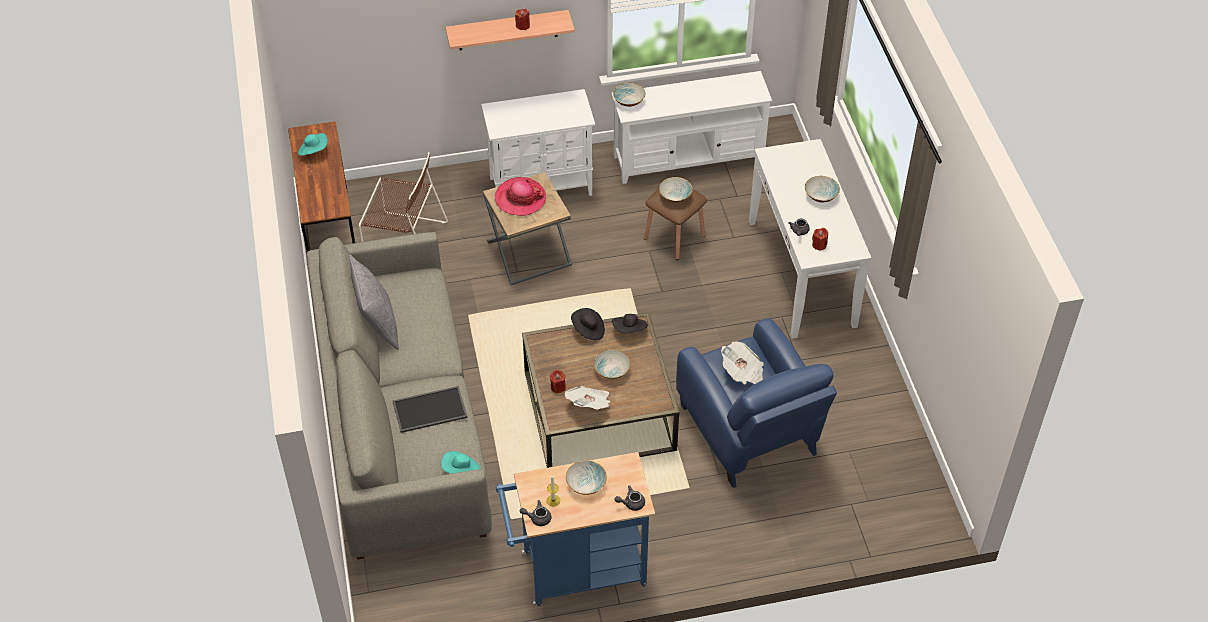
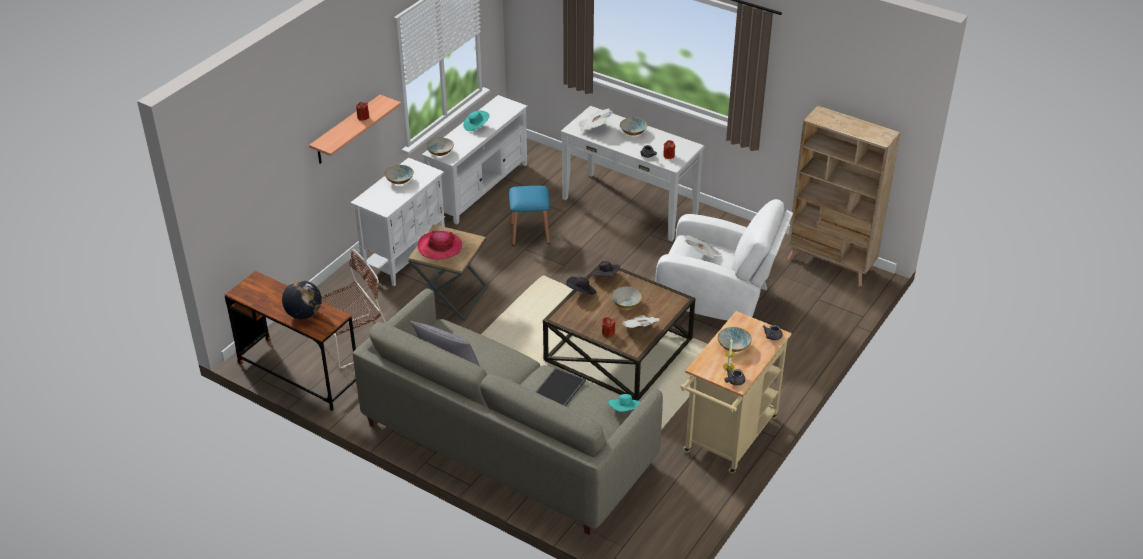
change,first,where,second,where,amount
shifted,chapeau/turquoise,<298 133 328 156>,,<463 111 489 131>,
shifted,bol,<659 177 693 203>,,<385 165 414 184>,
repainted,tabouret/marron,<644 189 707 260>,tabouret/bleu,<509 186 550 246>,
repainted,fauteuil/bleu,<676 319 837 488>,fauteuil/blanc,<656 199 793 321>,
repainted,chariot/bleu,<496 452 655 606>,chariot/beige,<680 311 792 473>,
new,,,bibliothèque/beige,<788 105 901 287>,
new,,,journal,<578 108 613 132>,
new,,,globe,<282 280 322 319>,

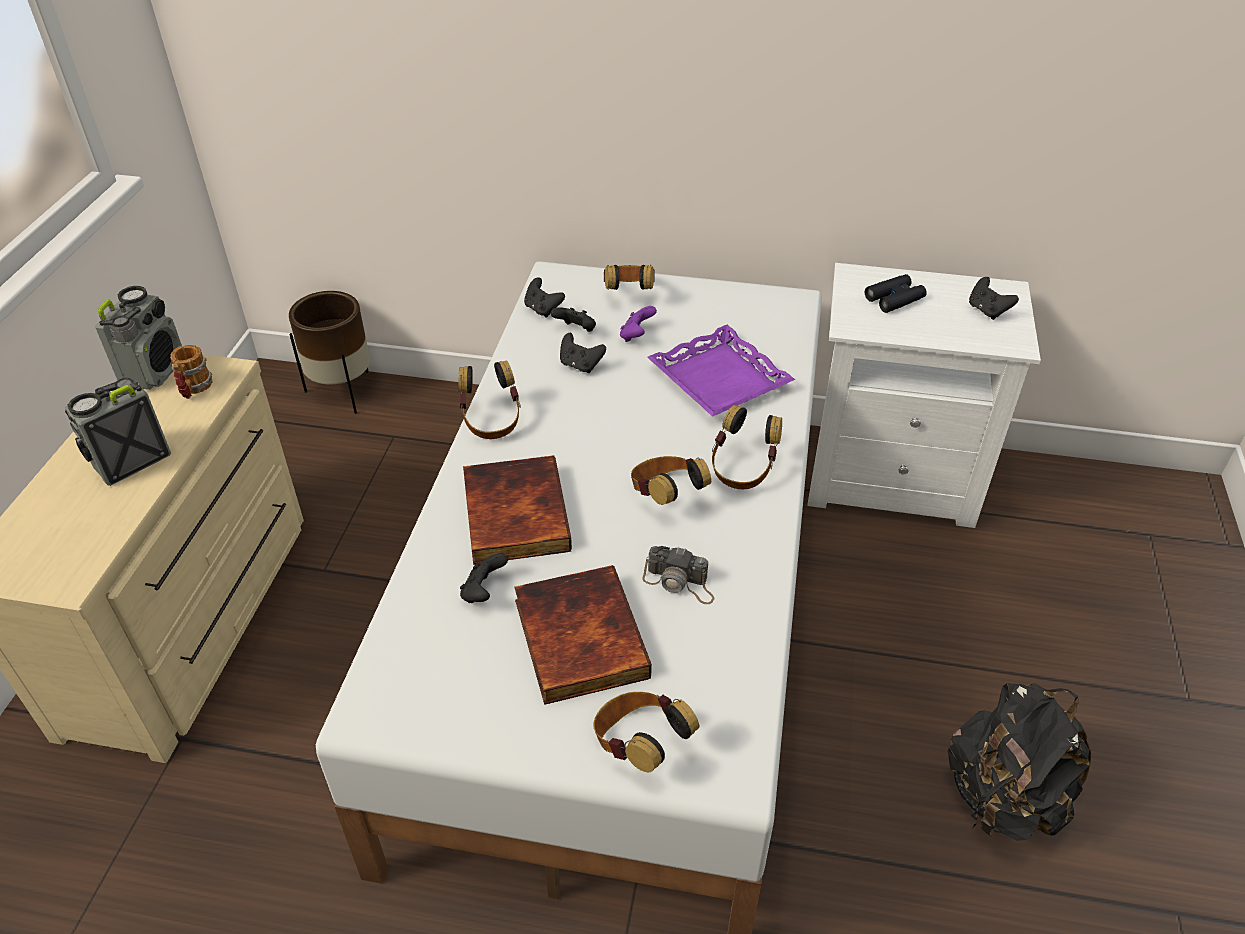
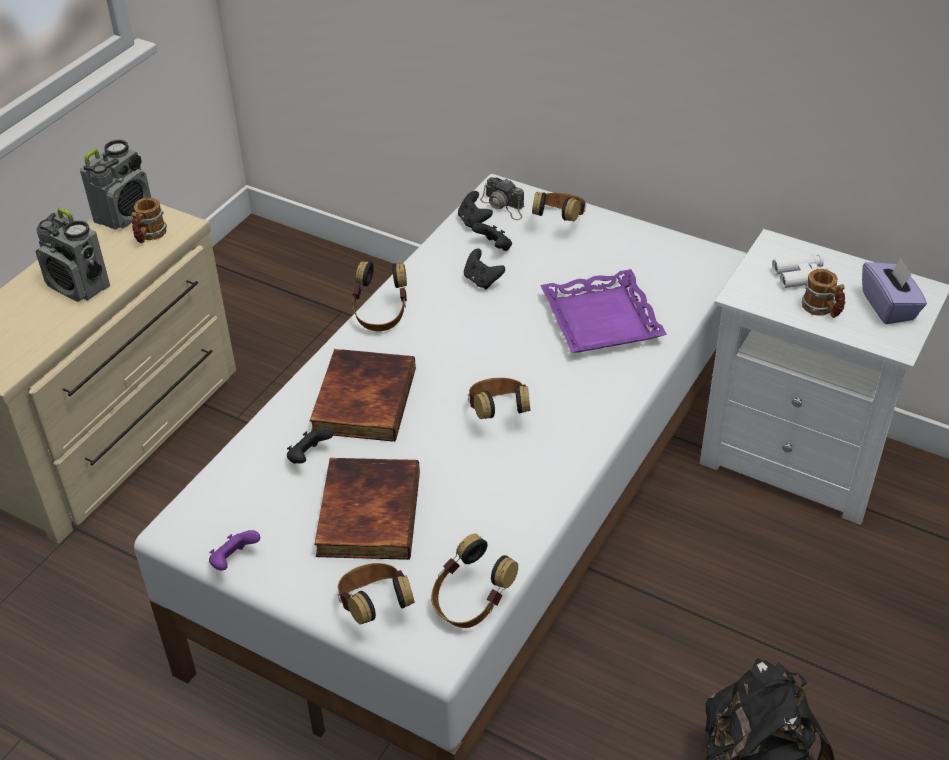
change,first,where,second,where,amount
repainted,jumelles/noir,<865 274 927 313>,jumelles/blanc,<772 254 832 288>,
swapped,manette/noir,<969 277 1019 320>,boîte à mouchoirs/violet,<862 258 927 324>,
gone,cache-pot/marron,<289 291 370 414>,,,
shifted,manette/violet,<620 306 657 342>,,<209 530 260 571>,
rotated,radio,<65 378 171 486>,,<36 207 110 302>,120 degrees counterclockwise
shifted,casque audio,<712 405 782 489>,,<431 534 518 628>,
shifted,appareil photo,<642 546 714 604>,,<480 177 524 220>,
new,,,mug,<802 269 845 318>,

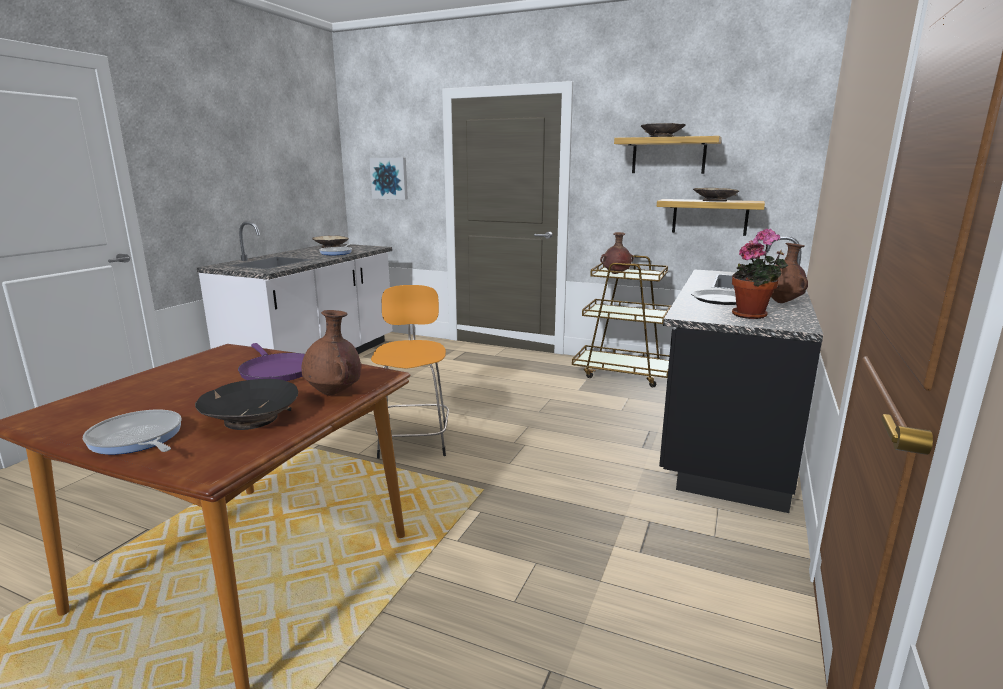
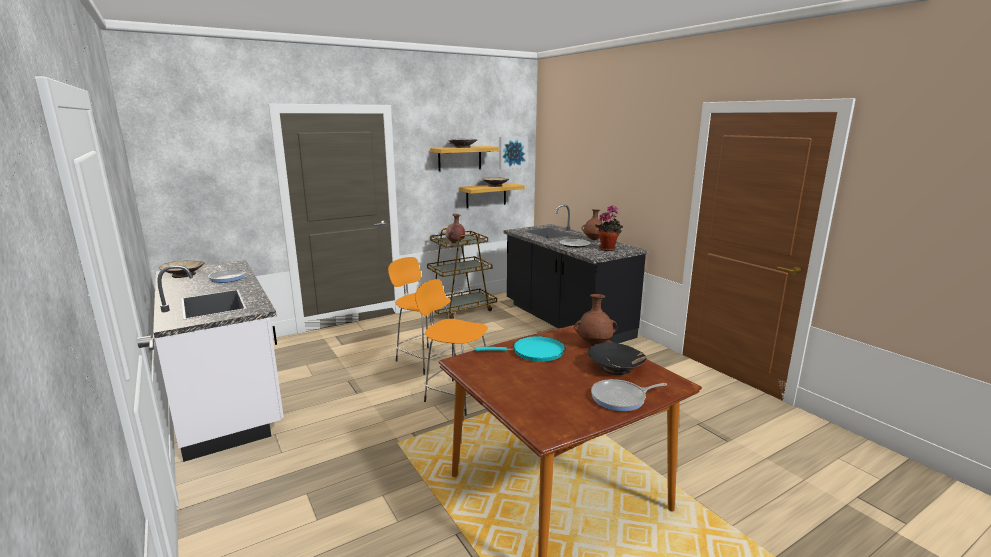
change,first,where,second,where,amount
shifted,tableau,<369 158 408 200>,,<499 136 528 170>,
repainted,poêle/violet,<238 343 305 381>,poêle/turquoise,<475 336 565 362>,
new,,,tabouret/orange,<388 257 456 375>,

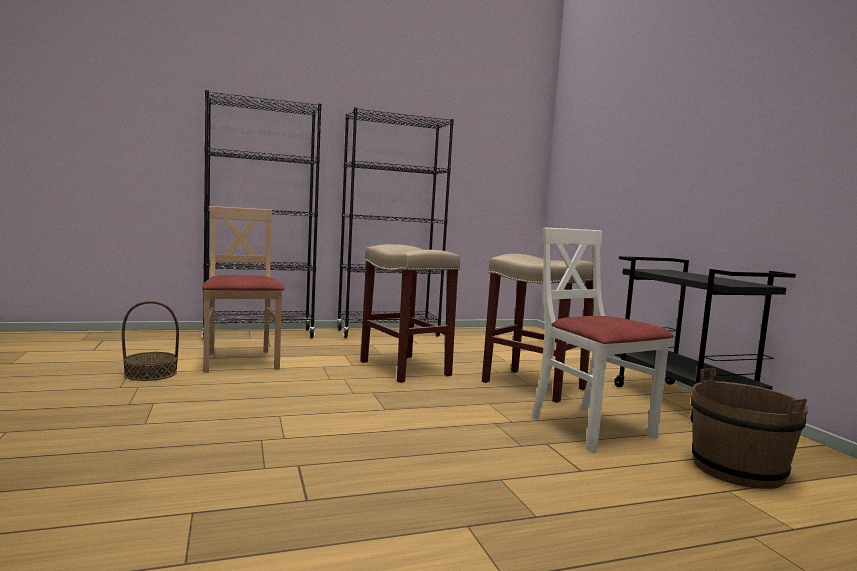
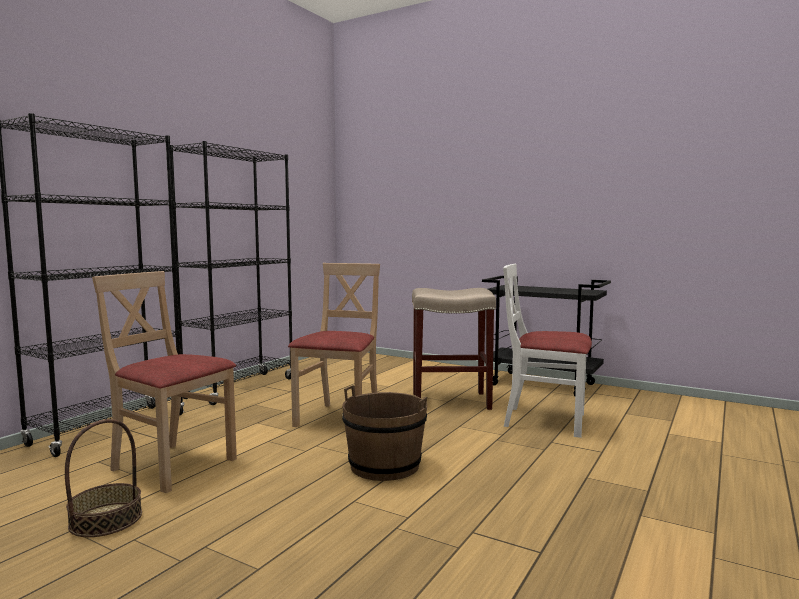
change,first,where,second,where,amount
swapped,tabouret/beige,<360 244 460 383>,chaise/beige,<288 263 380 427>,
shifted,seau/marron,<691 368 809 489>,,<342 385 427 481>,

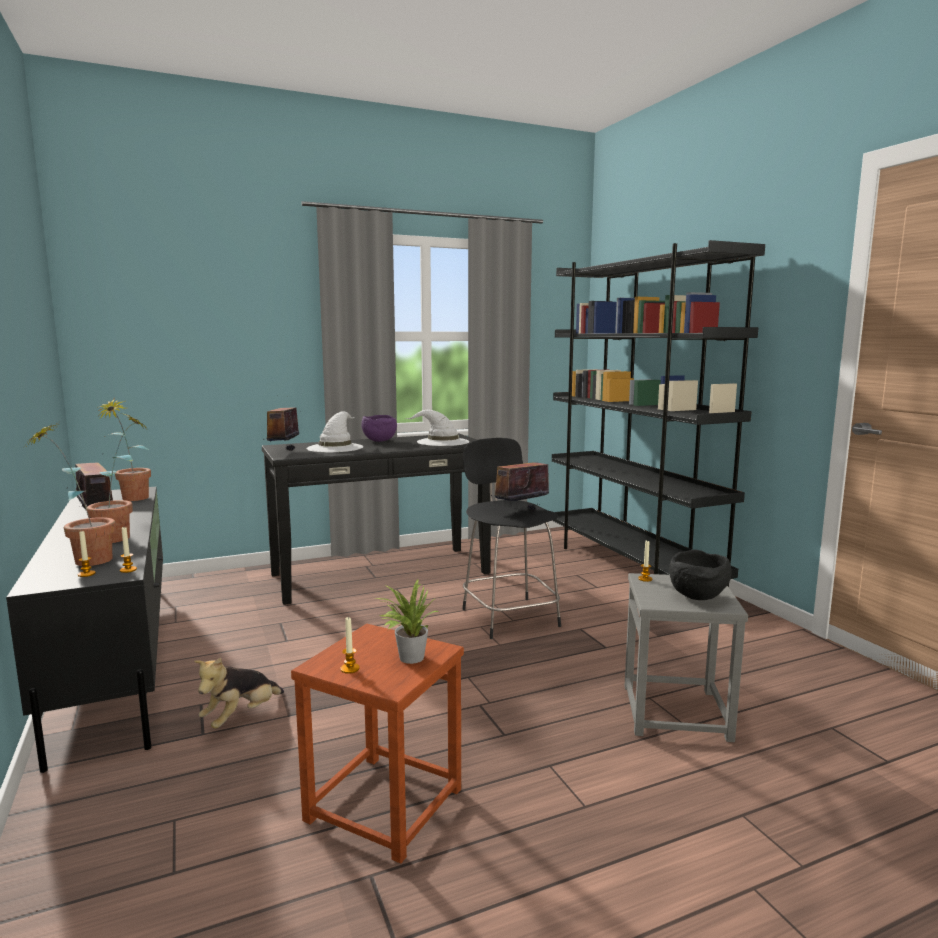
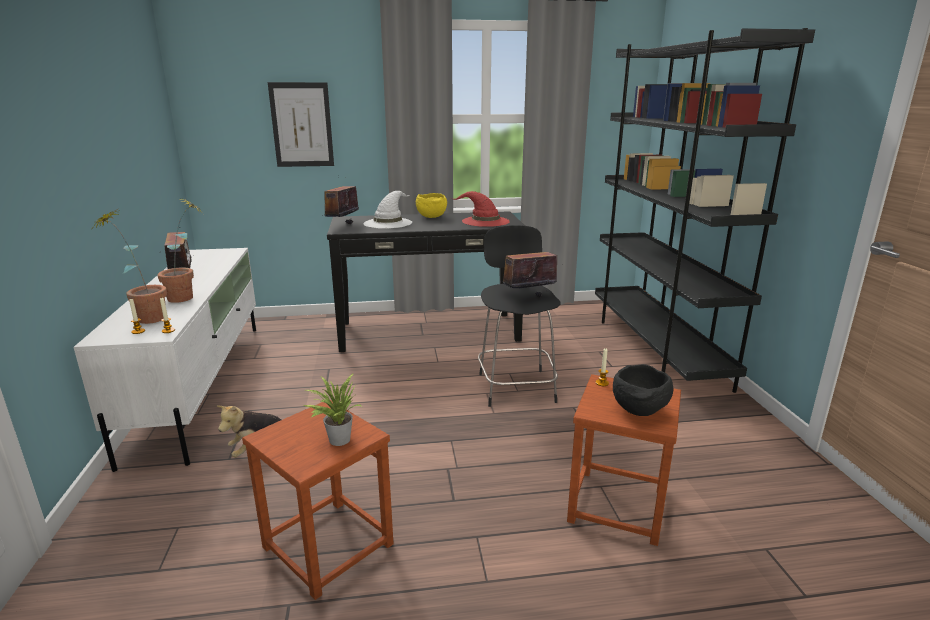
change,first,where,second,where,amount
gone,plante en pot,<99 398 151 501>,,,
repainted,chapeau/blanc,<406 410 470 446>,chapeau/rouge,<451 191 510 227>,
repainted,bol/violet,<361 415 397 442>,bol/jaune,<416 193 447 218>,
repainted,meuble télé/noir,<6 487 163 773>,meuble télé/blanc,<73 248 256 472>,
repainted,tabouret/gris,<625 573 748 742>,tabouret/marron,<567 374 681 546>,
gone,bougie,<340 617 360 674>,,,
new,,,tableau,<268 82 334 167>,

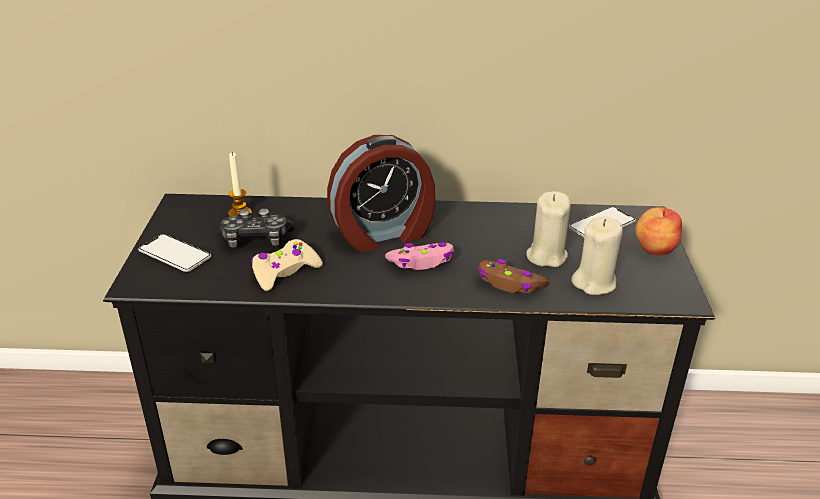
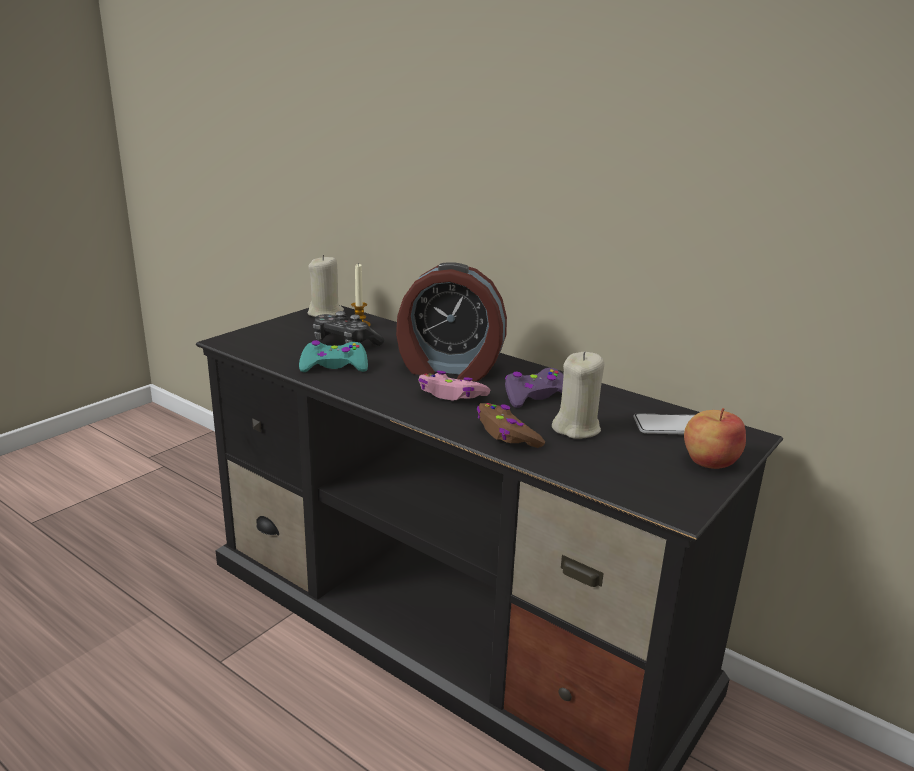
change,first,where,second,where,amount
shifted,bougie/beige,<571 217 623 295>,,<307 255 344 317>,
gone,téléphone,<138 234 211 272>,,,
repainted,manette/beige,<251 239 323 291>,manette/turquoise,<299 340 368 372>,
new,,,manette/violet,<505 368 563 408>,

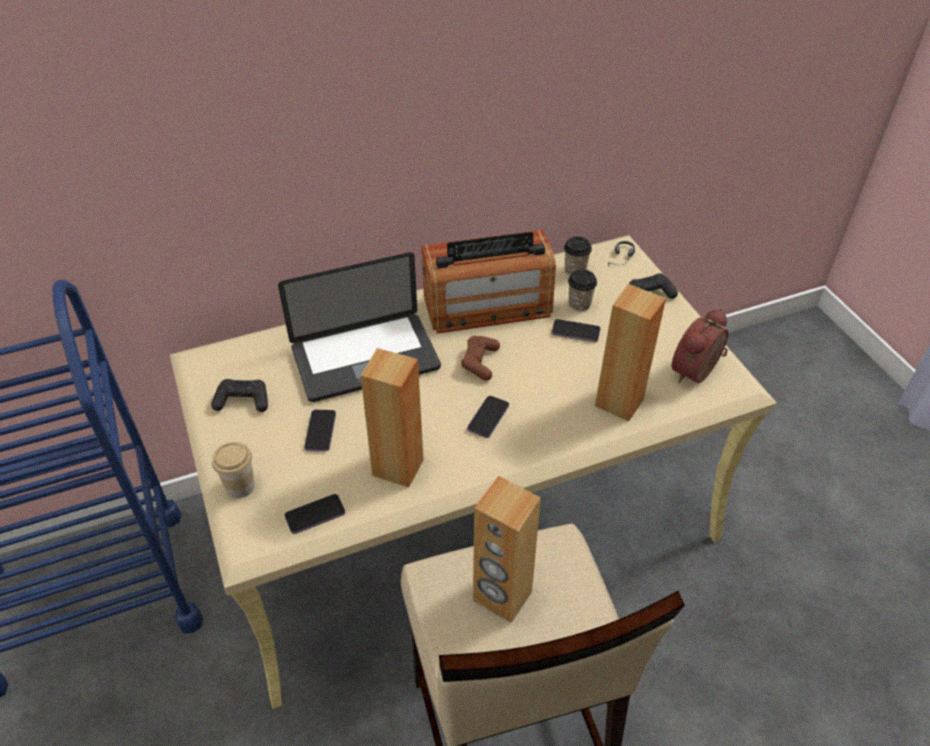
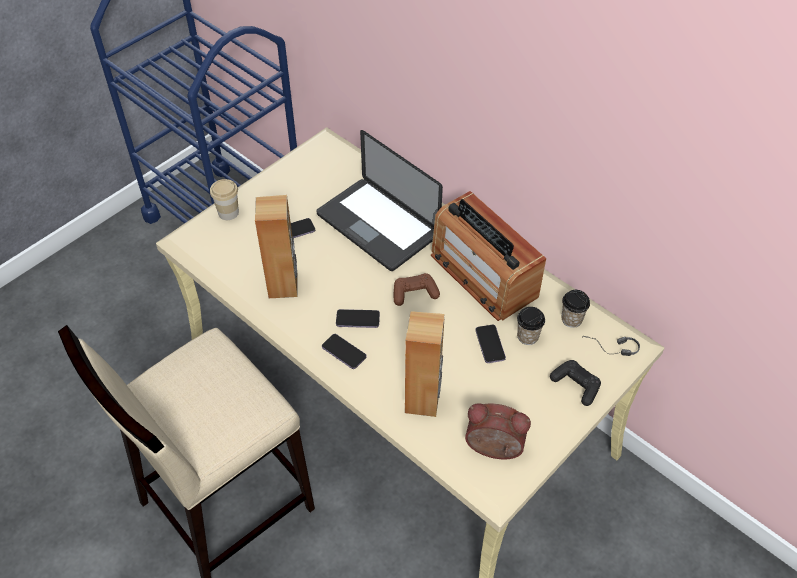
change,first,where,second,where,amount
gone,manette/noir,<211 379 268 412>,,,
gone,enceinte/marron,<473 476 541 623>,,,
shifted,téléphone,<284 494 345 534>,,<322 334 367 369>,

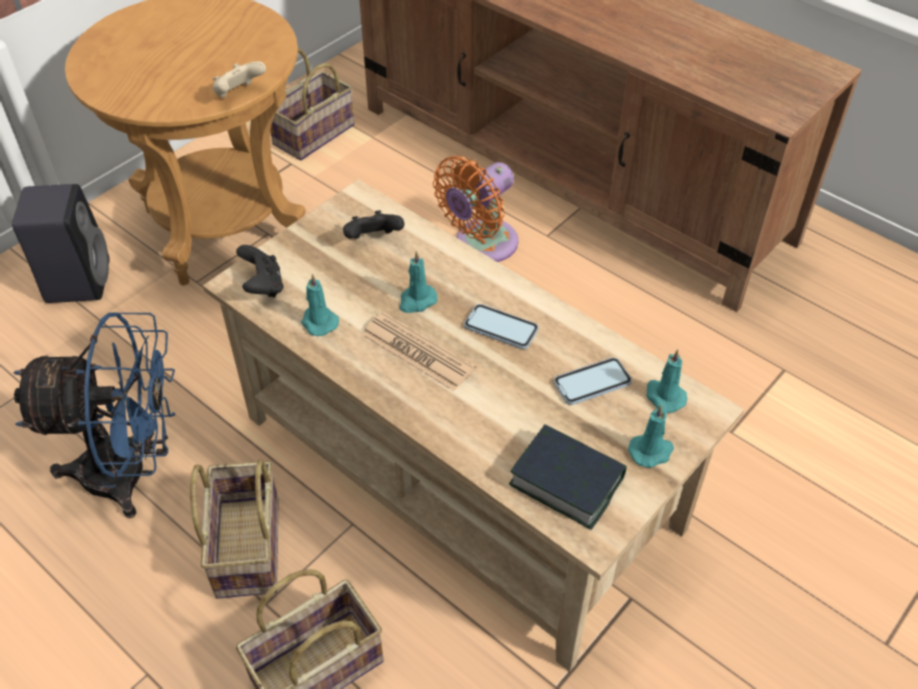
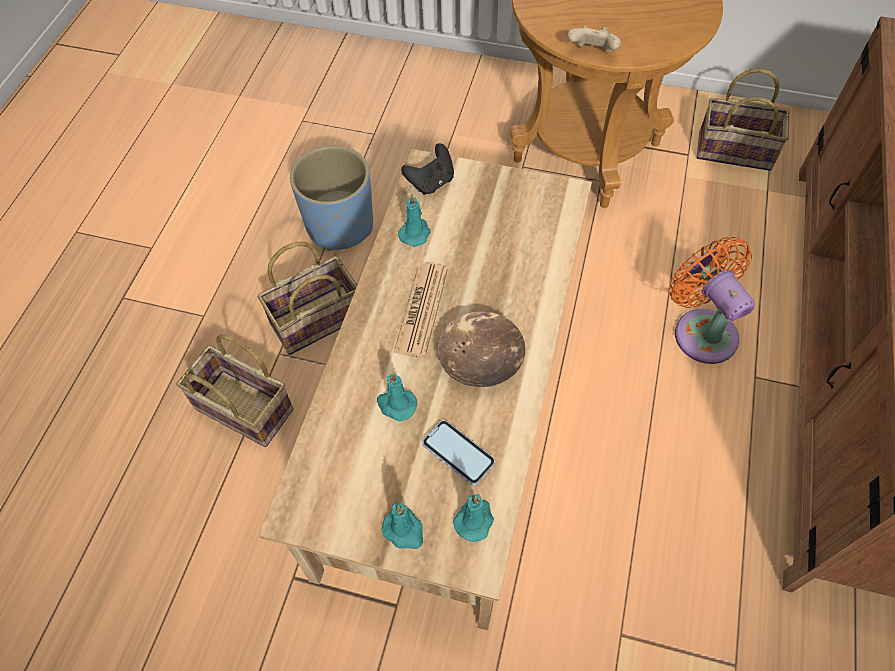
change,first,where,second,where,amount
rotated,ventilateur/orange,<433 156 518 262>,,<669 237 755 364>,45 degrees clockwise
gone,enceinte/noir,<12 184 110 303>,,,
gone,manette/noir,<343 210 404 239>,,,
shifted,bougie/turquoise,<399 251 438 313>,,<377 373 418 421>,
swapped,téléphone,<464 304 539 349>,bol/marron,<438 311 525 387>,
swapped,ventilateur/bleu,<13 312 175 518>,cache-pot/bleu,<290 145 373 251>,
gone,livre,<509 424 627 530>,,,

